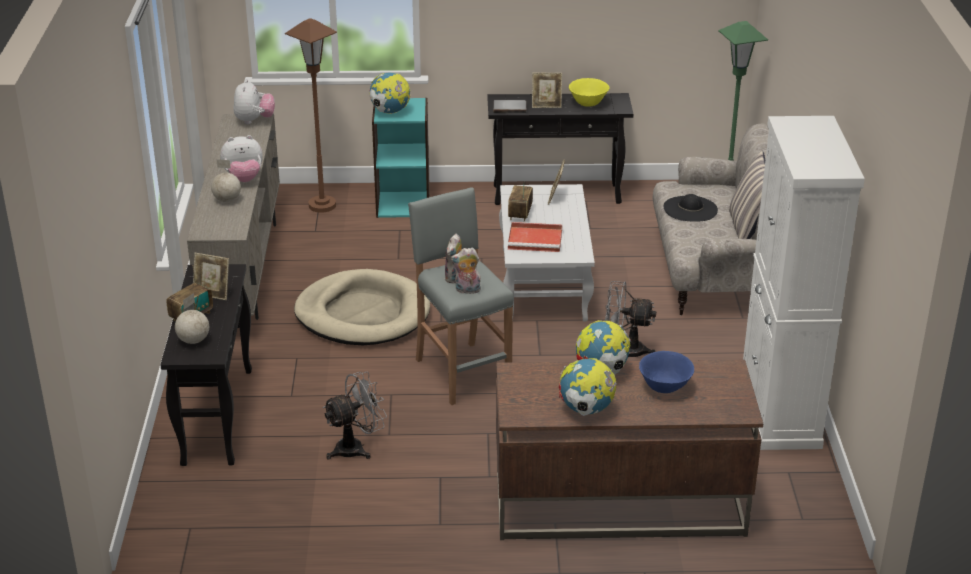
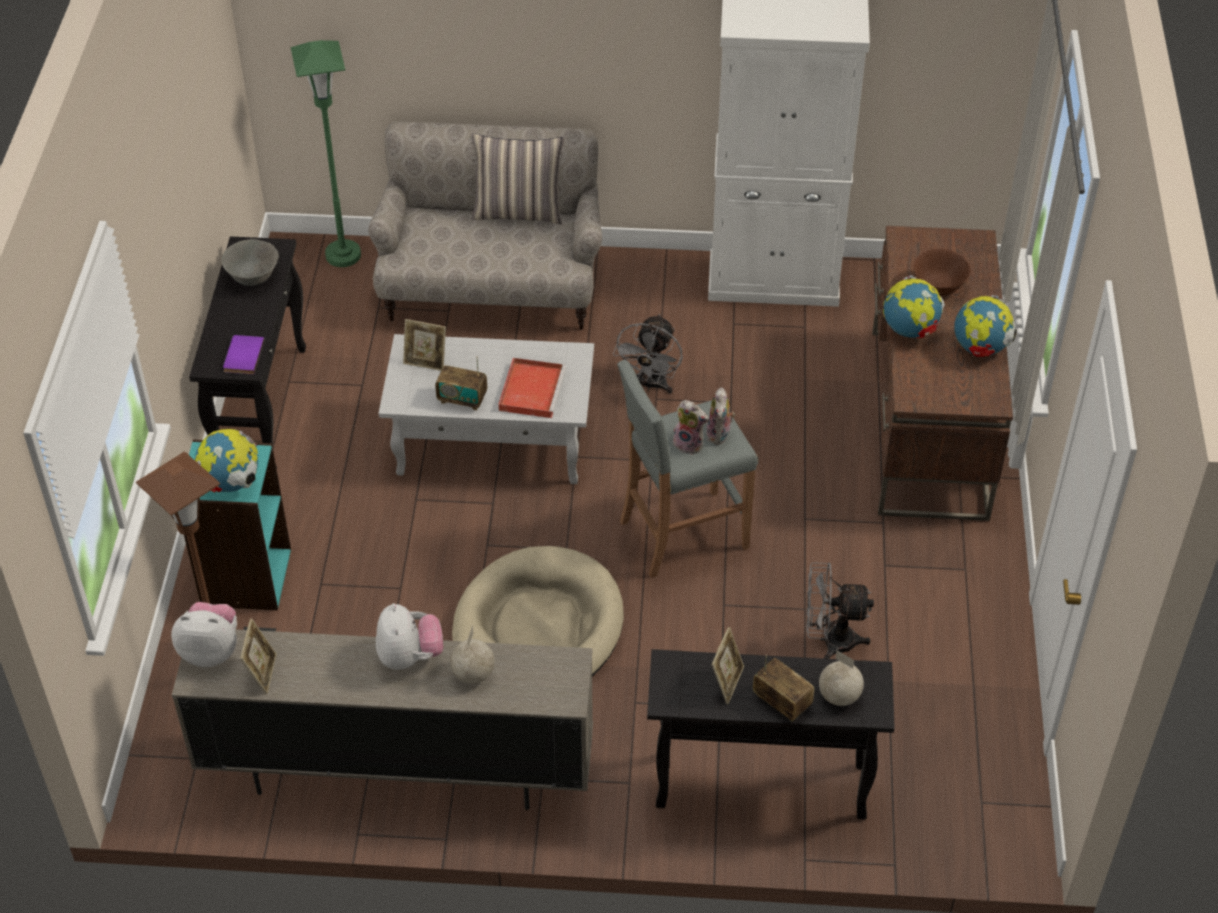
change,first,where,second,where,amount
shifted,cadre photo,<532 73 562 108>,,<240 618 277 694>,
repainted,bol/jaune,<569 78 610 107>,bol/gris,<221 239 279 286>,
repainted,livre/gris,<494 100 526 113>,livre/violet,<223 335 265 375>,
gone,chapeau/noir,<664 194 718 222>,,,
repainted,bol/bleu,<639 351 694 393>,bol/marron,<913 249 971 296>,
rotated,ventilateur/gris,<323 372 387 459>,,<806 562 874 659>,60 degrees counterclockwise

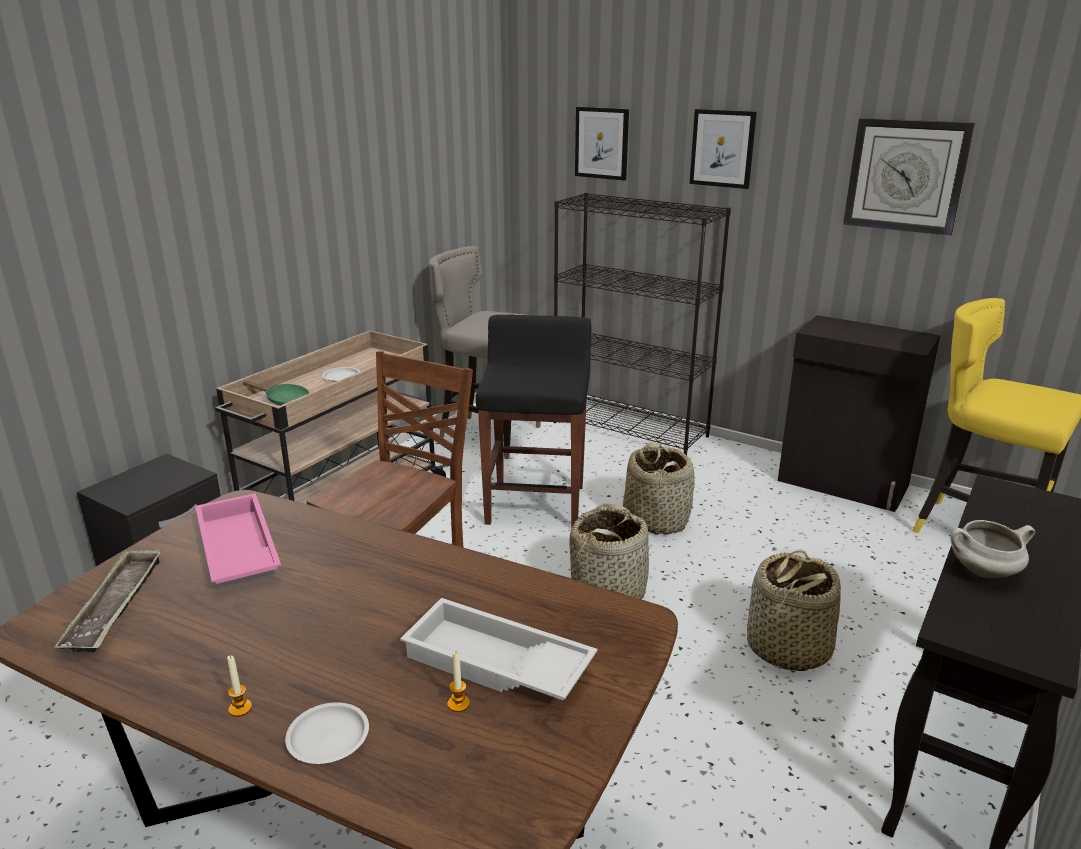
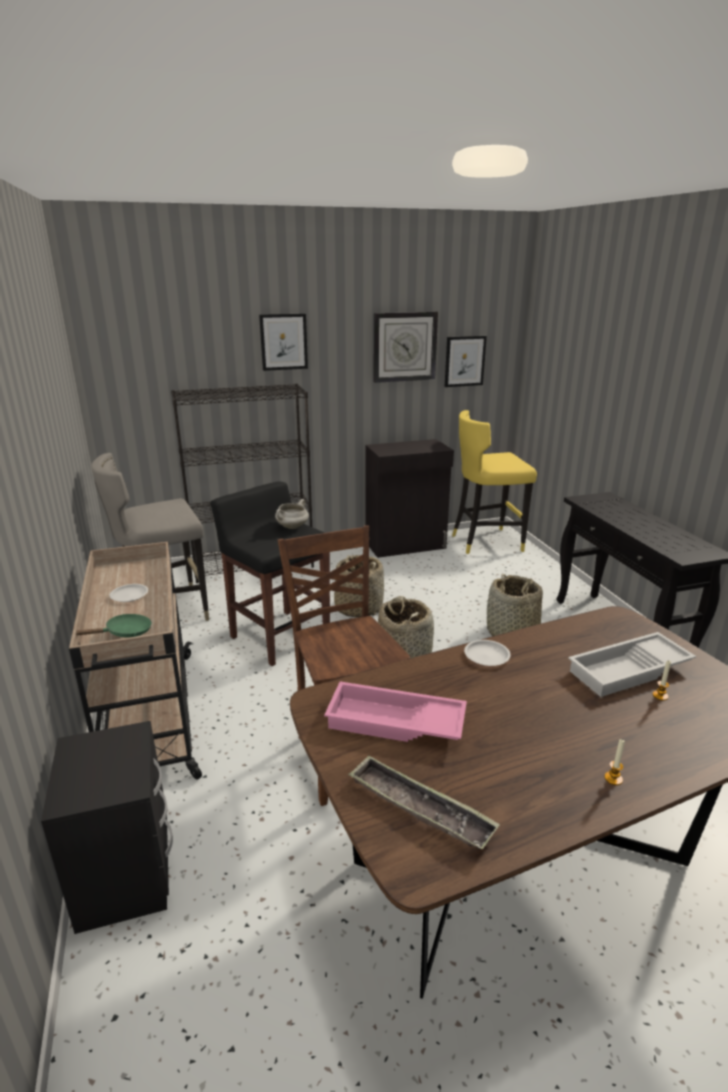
change,first,where,second,where,amount
shifted,tableau,<575 107 629 181>,,<444 336 487 387>,
shifted,marmite/blanc,<950 520 1035 578>,,<275 499 309 529>,
shifted,assiette/blanc,<285 702 369 764>,,<464 640 511 666>,

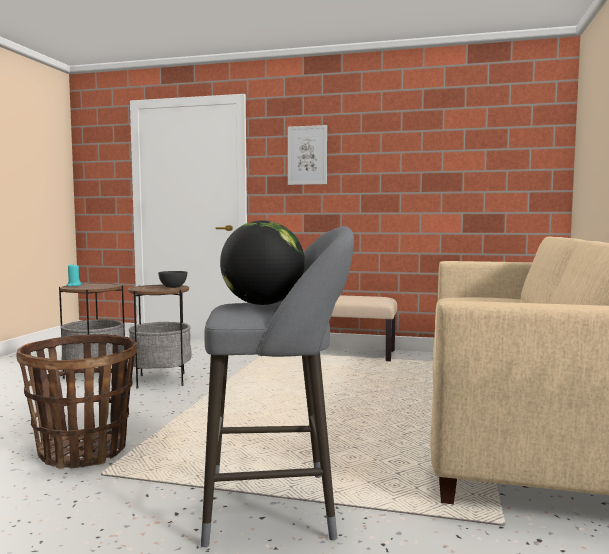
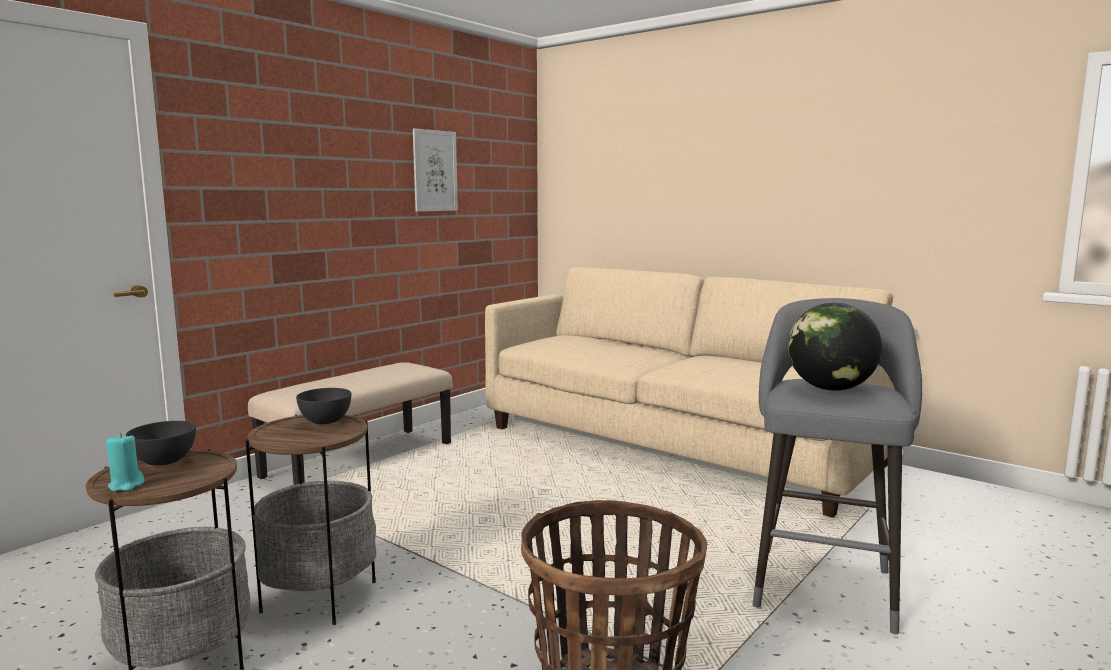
change,first,where,second,where,amount
shifted,tableau,<288 125 327 185>,,<413 128 458 212>,
new,,,bol/gris,<126 421 196 466>,

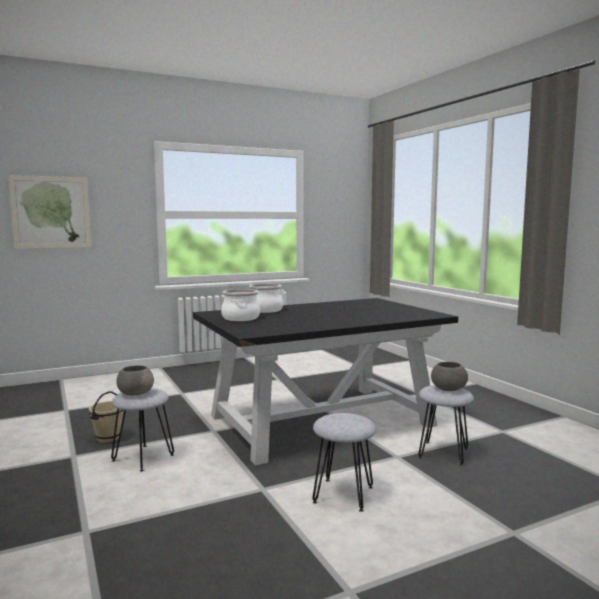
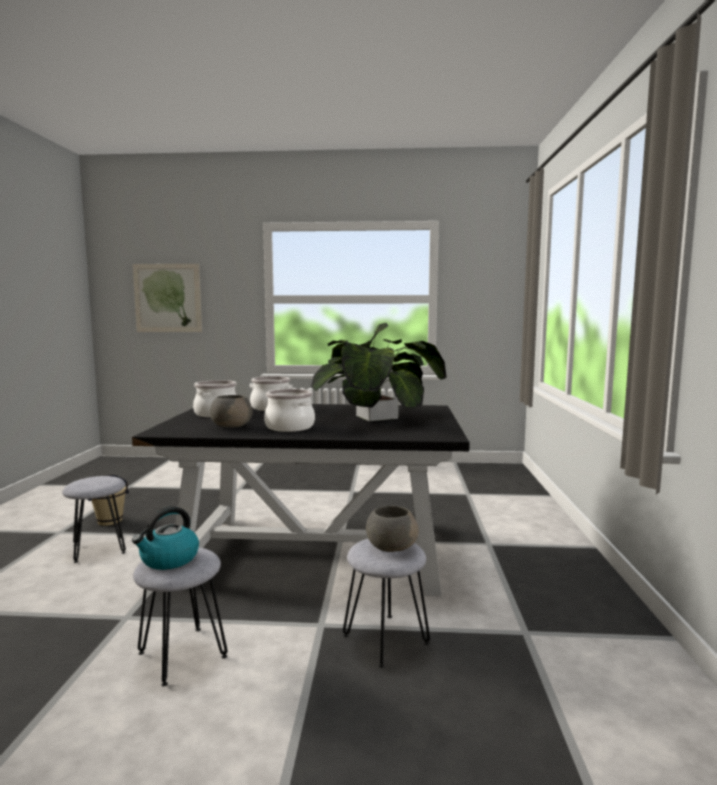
change,first,where,second,where,amount
shifted,bol/gris,<116 365 154 395>,,<210 395 253 427>,
new,,,plante en pot,<311 323 447 421>,
new,,,marmite,<264 389 315 432>,
new,,,bouilloire,<132 506 199 570>,

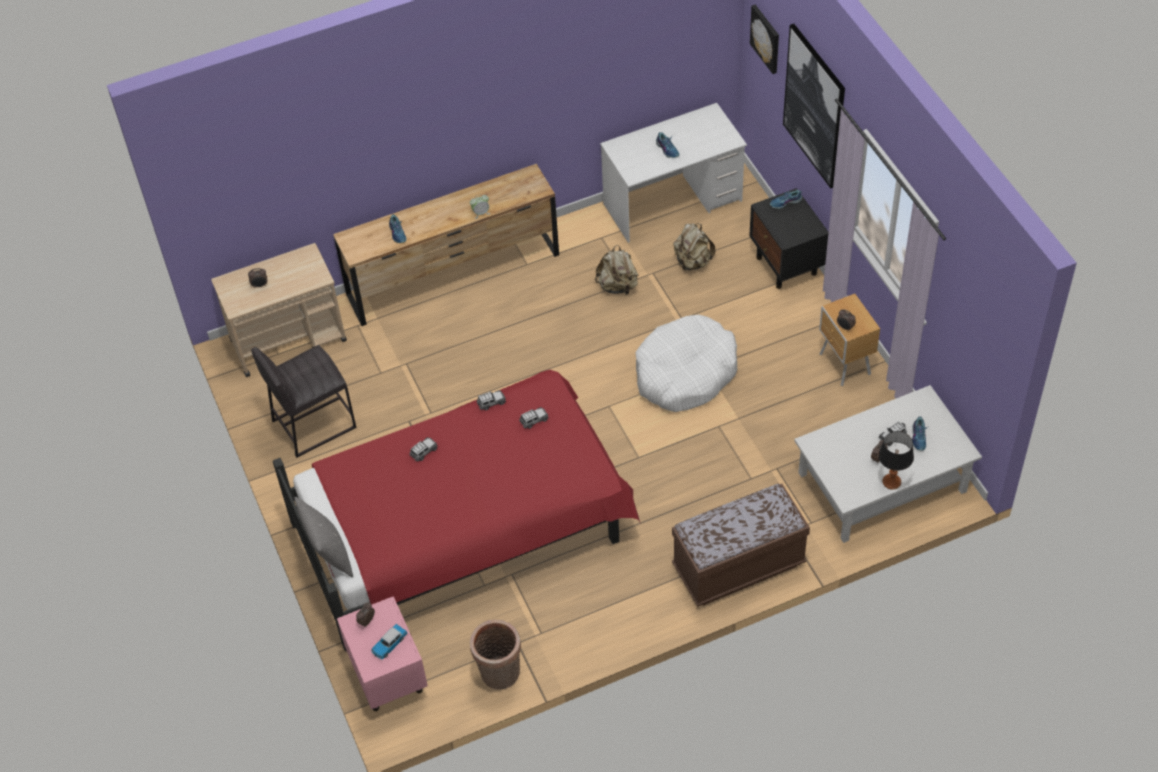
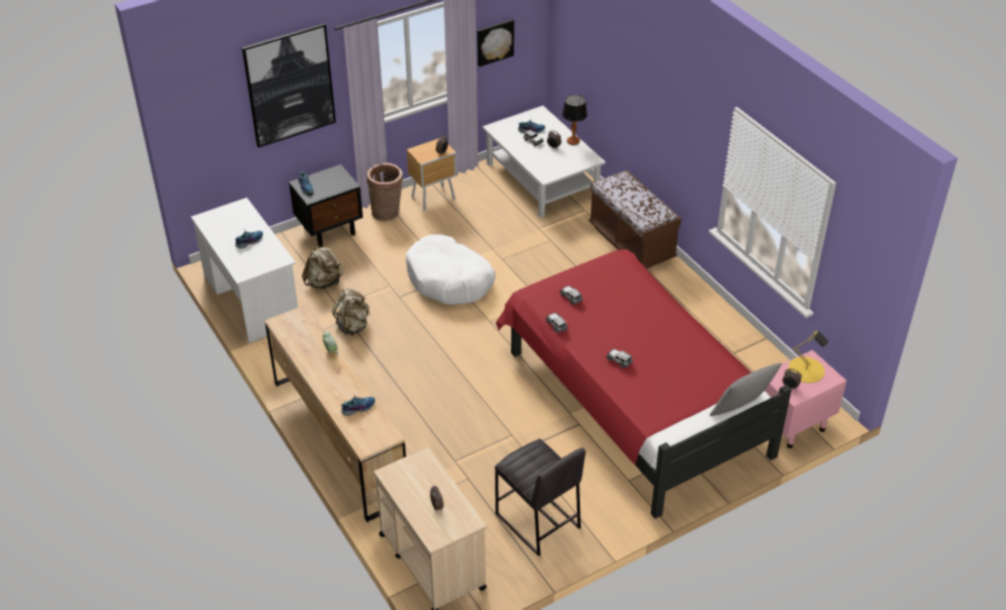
change,first,where,second,where,amount
shifted,tableau,<750 5 779 74>,,<477 19 514 67>,
shifted,panier,<470 620 521 690>,,<367 163 403 221>,
swapped,petite voiture,<371 624 407 660>,lampe de table/jaune,<788 331 829 383>,

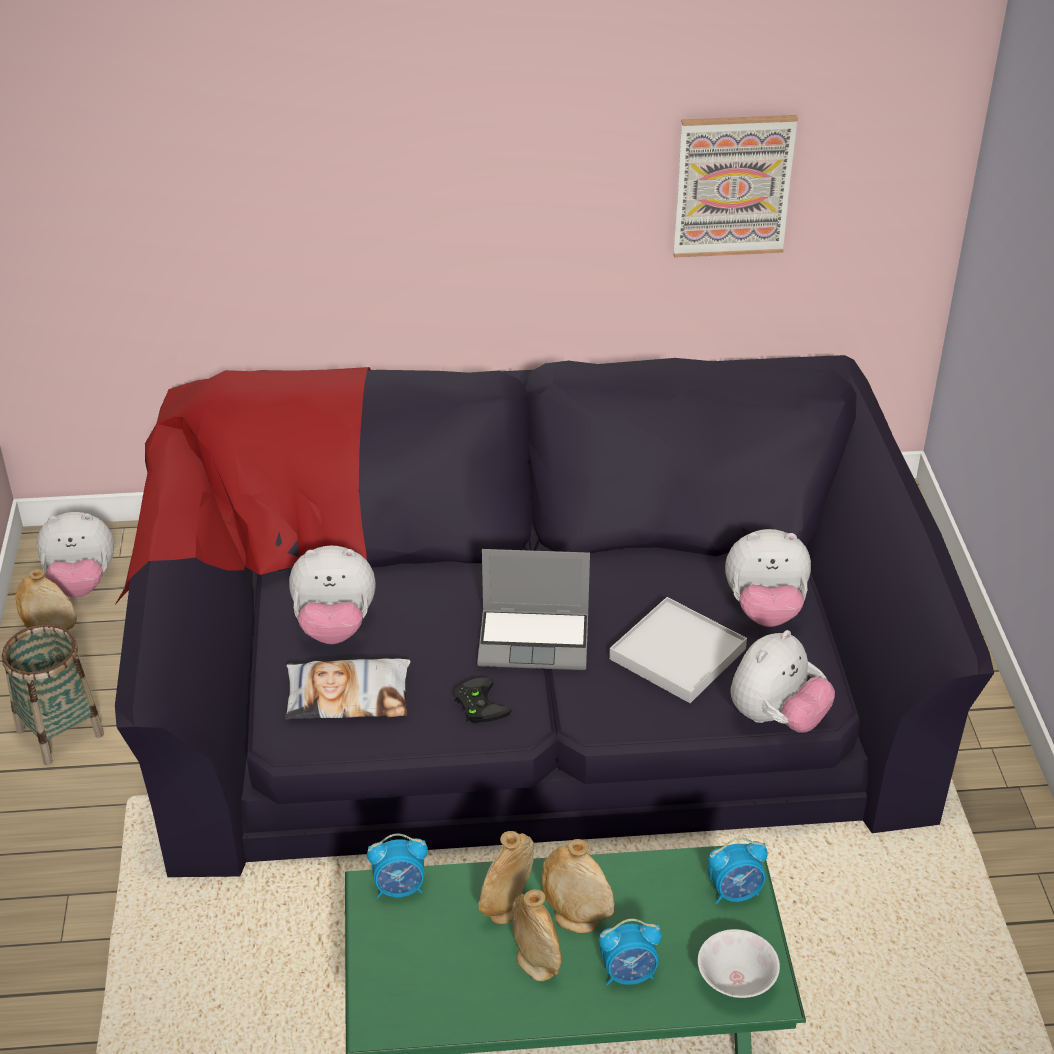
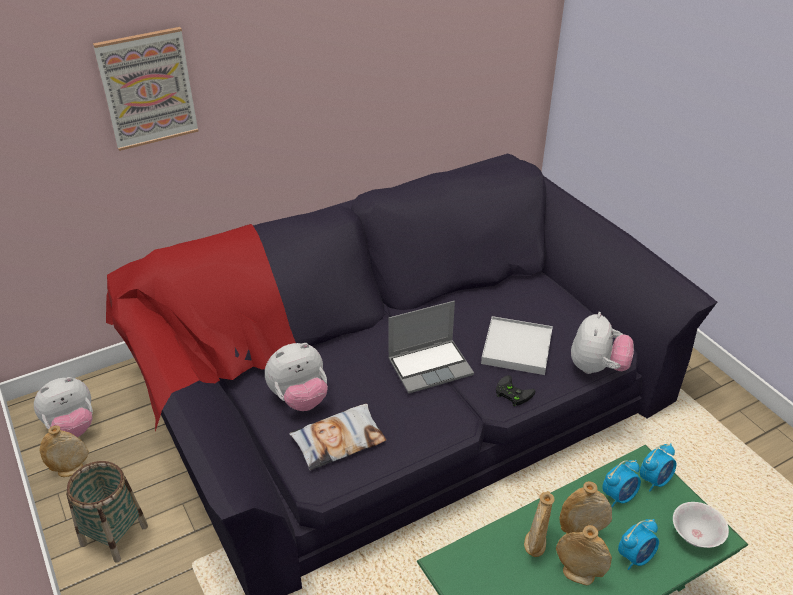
change,first,where,second,where,amount
shifted,tableau,<673 115 798 258>,,<93 27 199 151>,
gone,peluche,<725 529 811 627>,,,
shifted,manette/noir,<454 677 511 723>,,<496 375 535 406>,
shifted,réveil,<367 834 428 898>,,<603 460 641 507>,

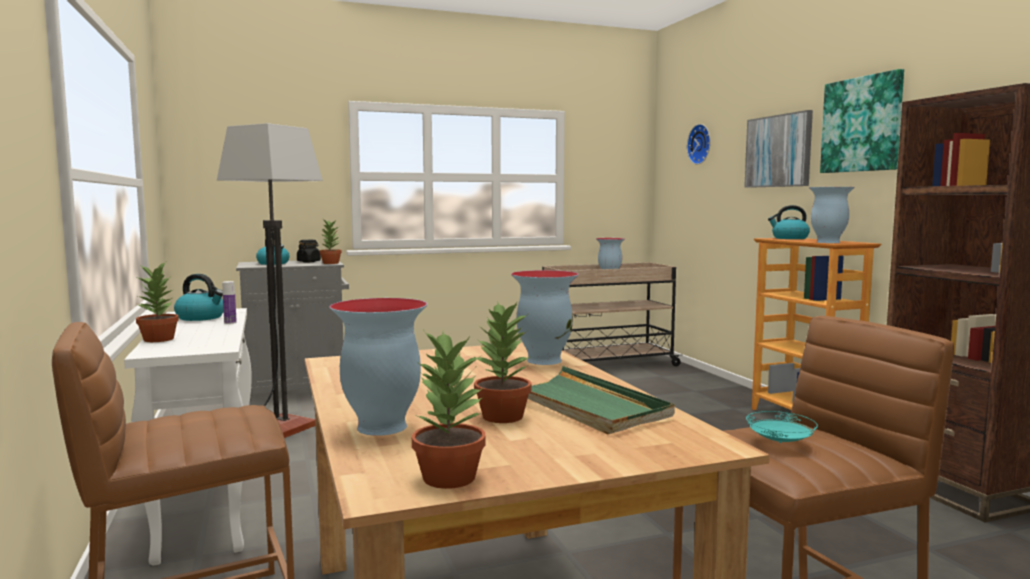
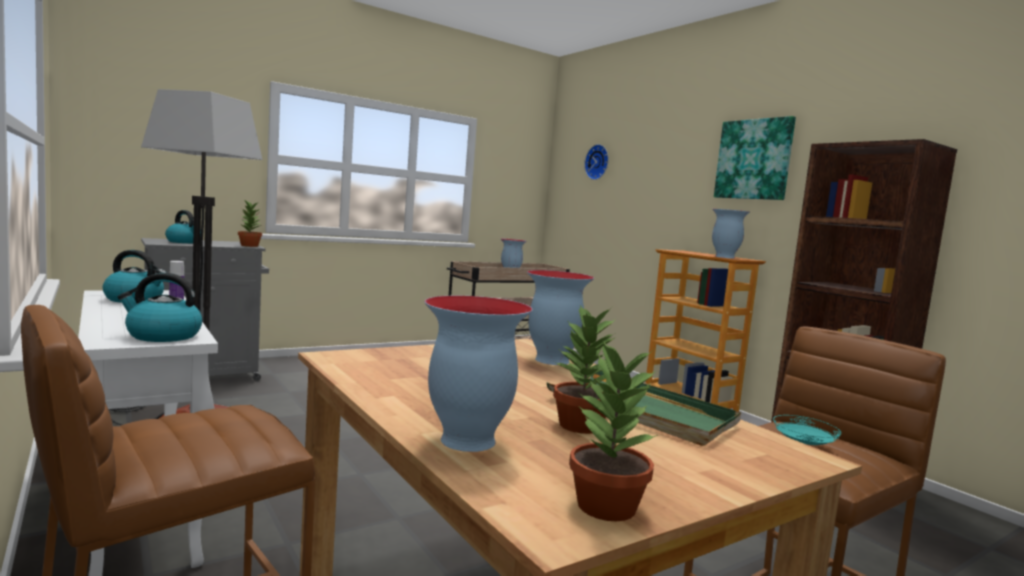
change,first,where,second,where,amount
gone,tableau,<744 110 813 188>,,,
shifted,bouilloire,<768 205 810 239>,,<117 273 203 342>,
gone,bocal/noir,<297 240 321 262>,,,
gone,plante en pot,<136 262 179 342>,,,

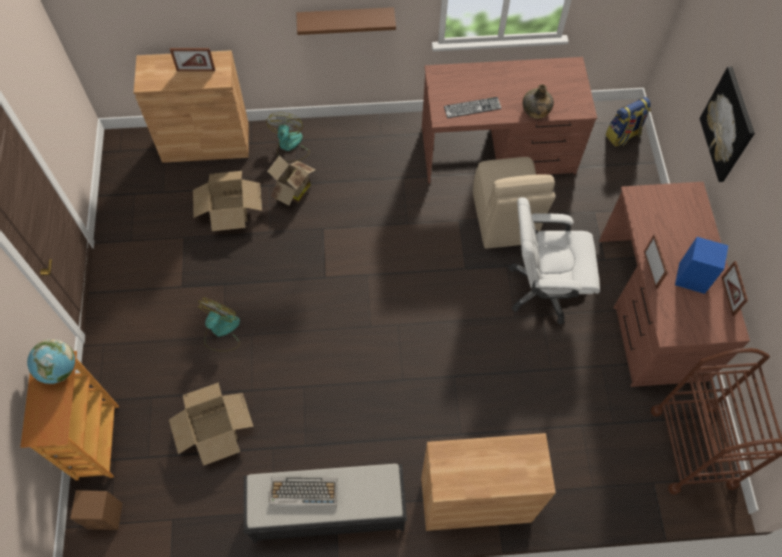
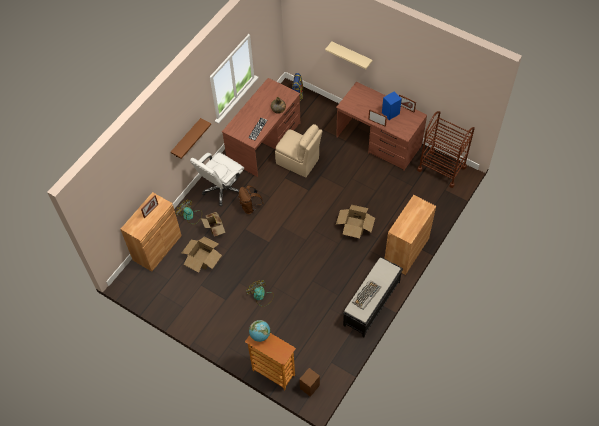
change,first,where,second,where,amount
swapped,tableau,<700 67 755 182>,étagère/beige,<325 42 373 69>,
shifted,chaise de bureau/blanc,<509 197 600 324>,,<190 153 244 206>,
shifted,carton,<169 382 254 466>,,<336 205 375 238>,
new,,,sac à dos/marron,<238 185 263 214>,

